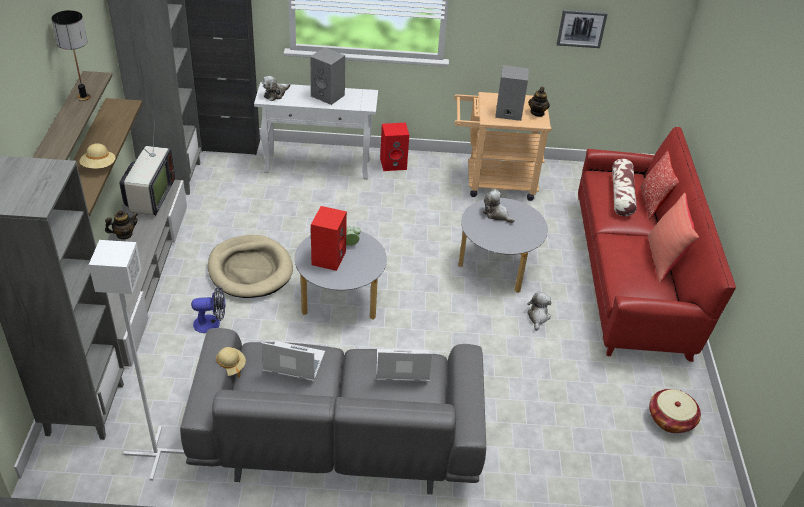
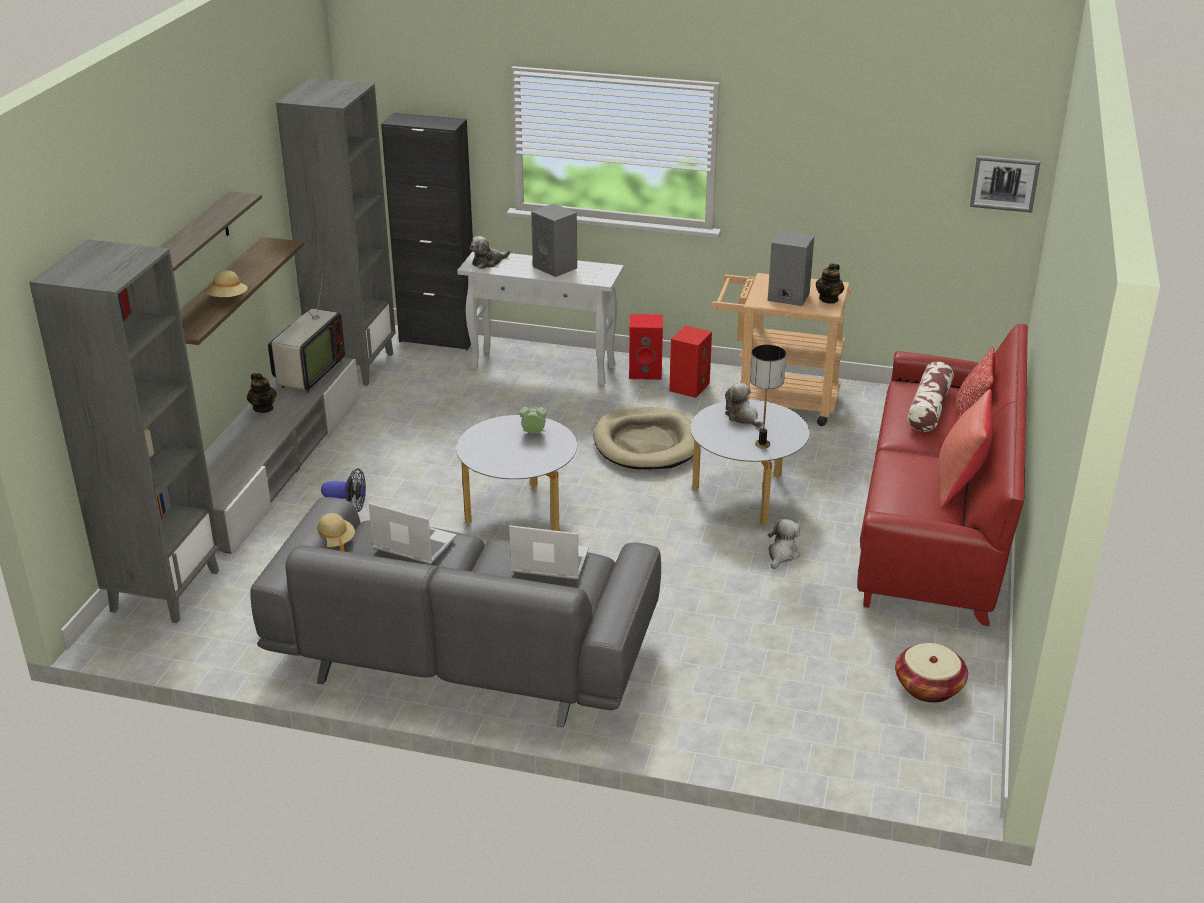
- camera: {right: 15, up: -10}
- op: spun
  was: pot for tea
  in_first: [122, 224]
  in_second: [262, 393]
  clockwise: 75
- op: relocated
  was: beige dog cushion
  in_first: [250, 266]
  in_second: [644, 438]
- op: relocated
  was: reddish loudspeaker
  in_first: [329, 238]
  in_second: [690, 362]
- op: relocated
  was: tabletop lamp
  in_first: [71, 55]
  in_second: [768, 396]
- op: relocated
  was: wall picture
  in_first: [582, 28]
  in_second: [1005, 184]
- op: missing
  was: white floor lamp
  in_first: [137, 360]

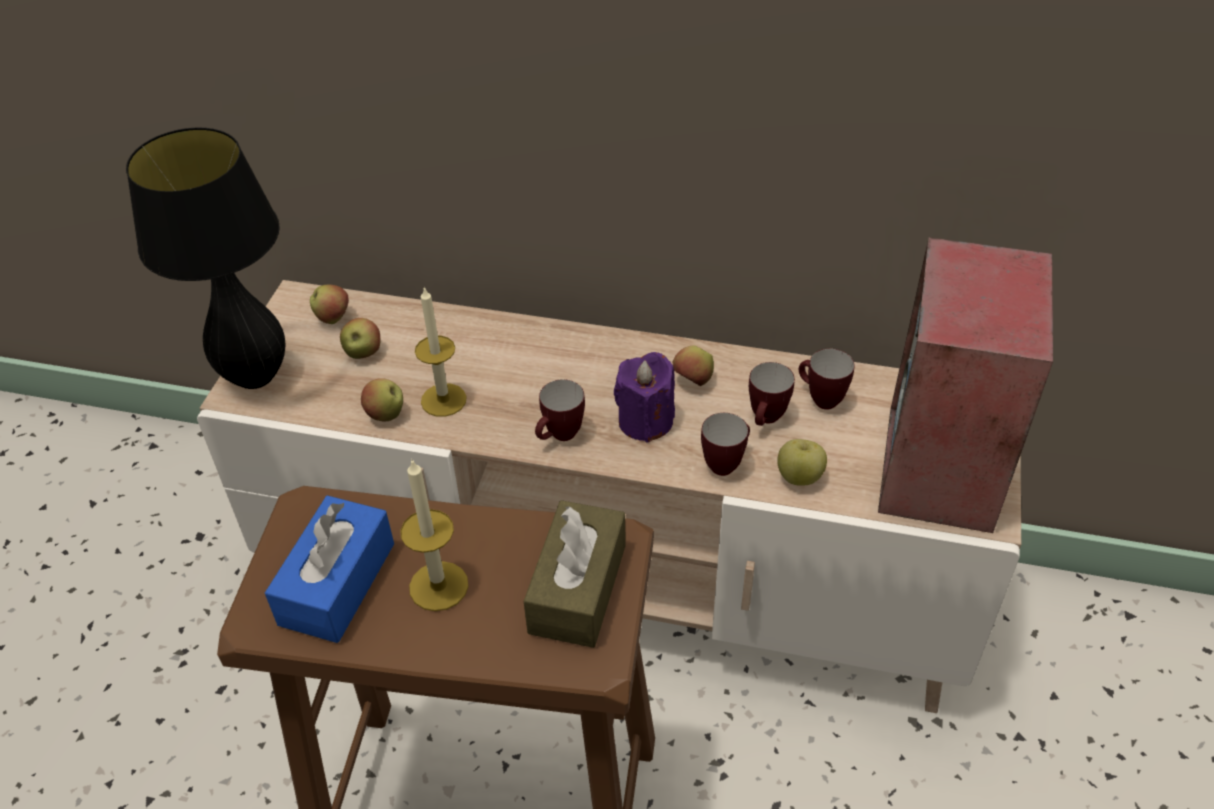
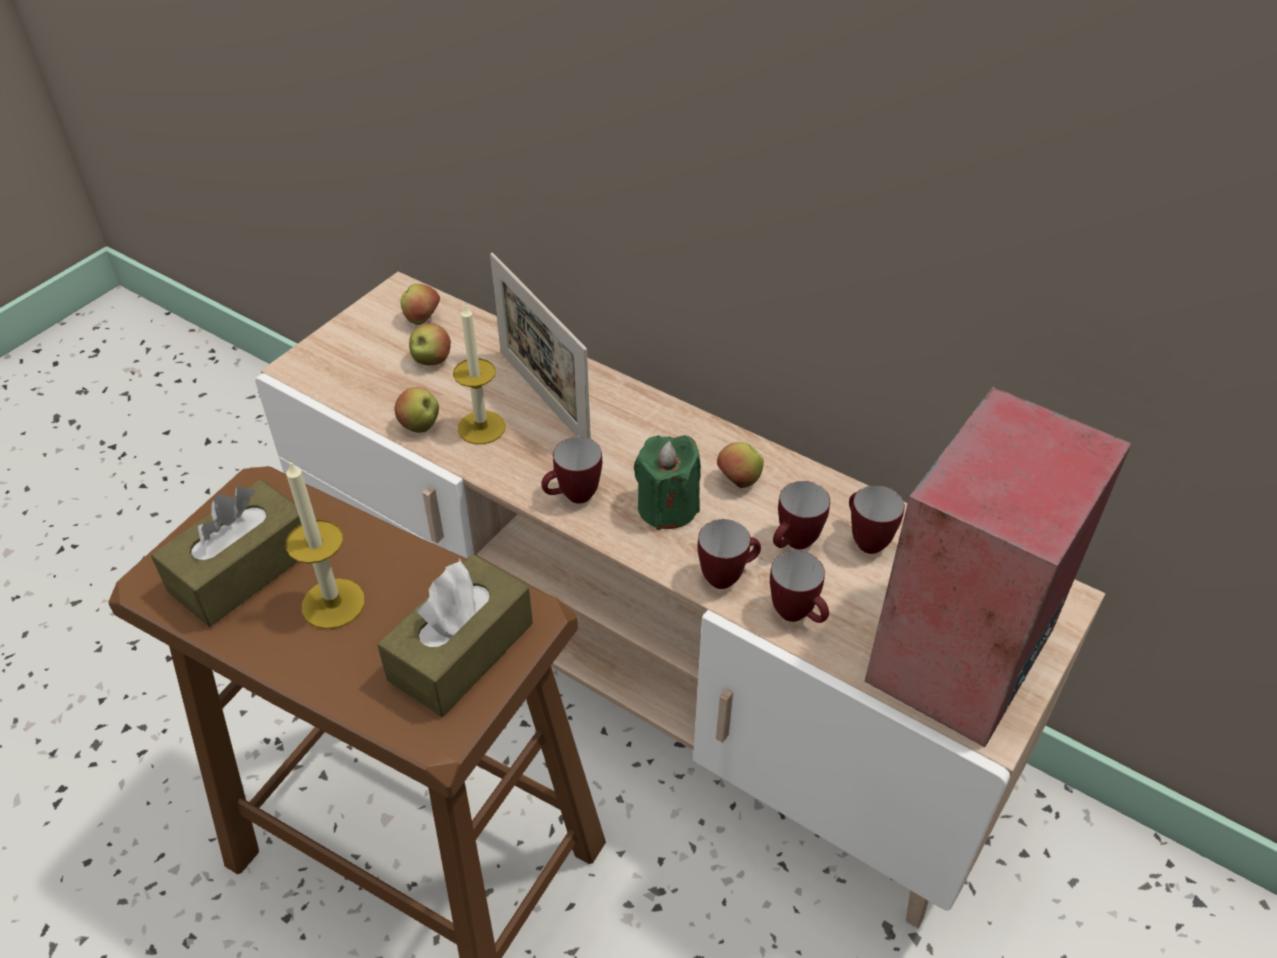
- camera: {right: 20, up: 0}
- op: colour
  was: blue-coloured tissue holder
  now: brownish tissue holder
  in_first: [329, 569]
  in_second: [226, 553]
- op: appeared
  now: standing frame
  in_second: [540, 346]
- op: colour
  was: purplish wax candle
  now: green-coloured wax candle
  in_first: [644, 397]
  in_second: [667, 482]
- op: exchanged
  was: apple fruit
  now: tea mug
  in_first: [802, 462]
  in_second: [799, 587]
- op: missing
  was: black-coloured tabletop lamp
  in_first: [206, 258]

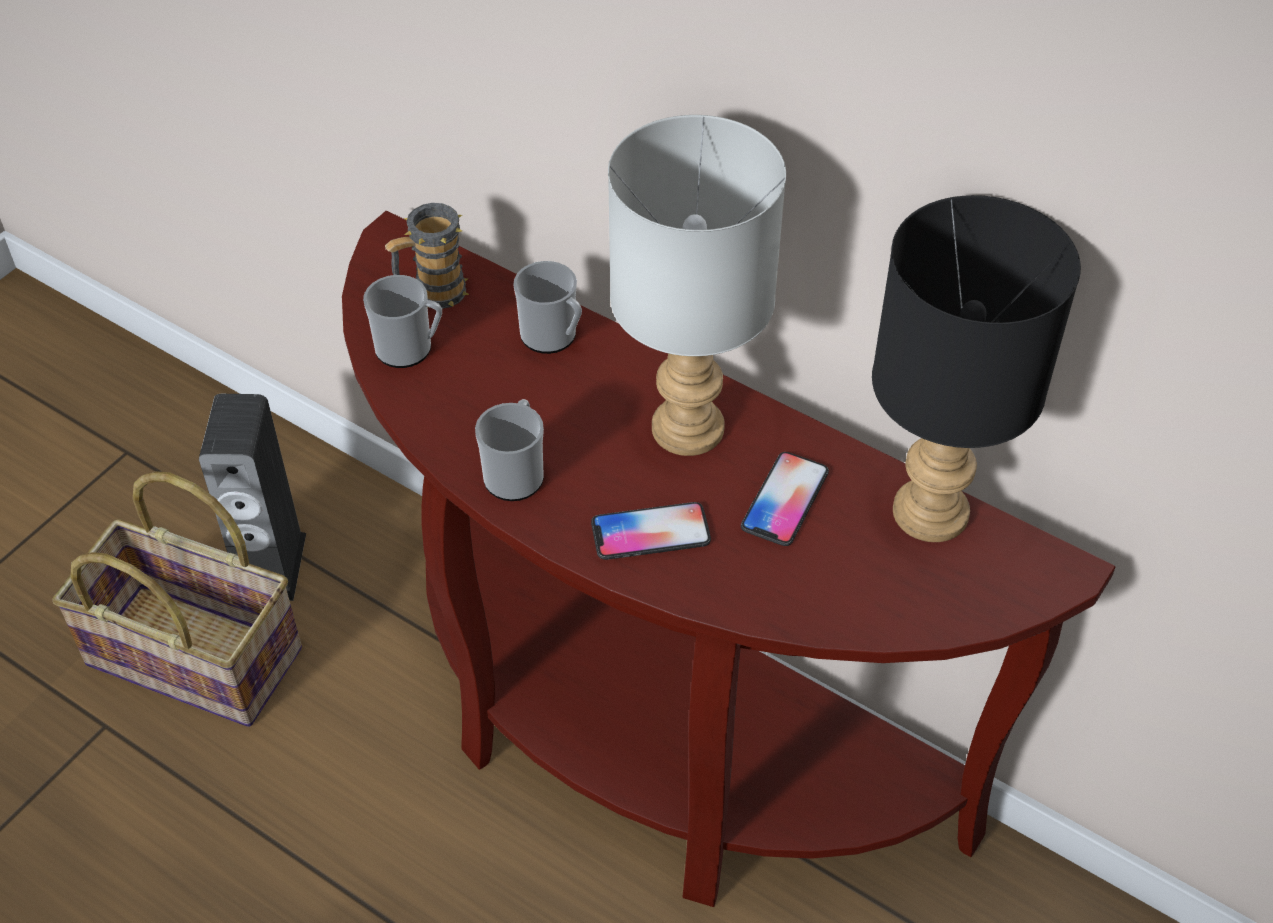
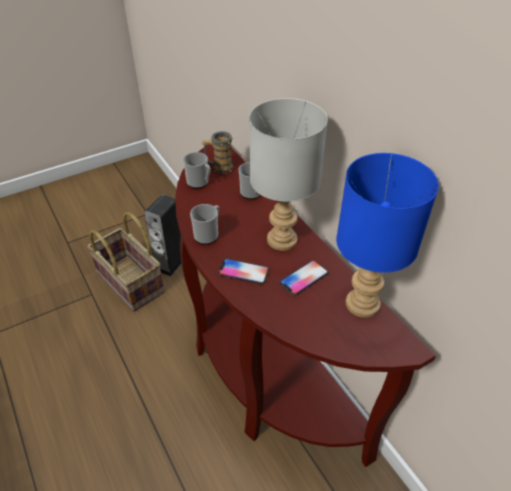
- camera: {right: 25, up: -5}
- op: colour
  was: black-coloured tabletop lamp
  now: blue-coloured tabletop lamp
  in_first: [976, 368]
  in_second: [387, 235]

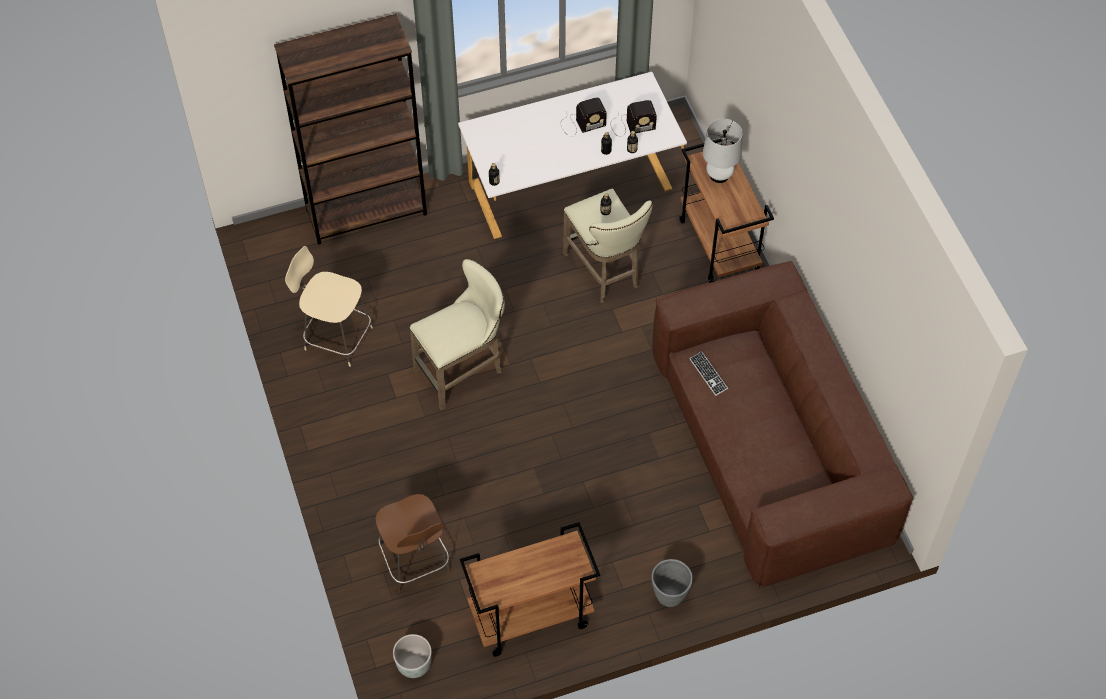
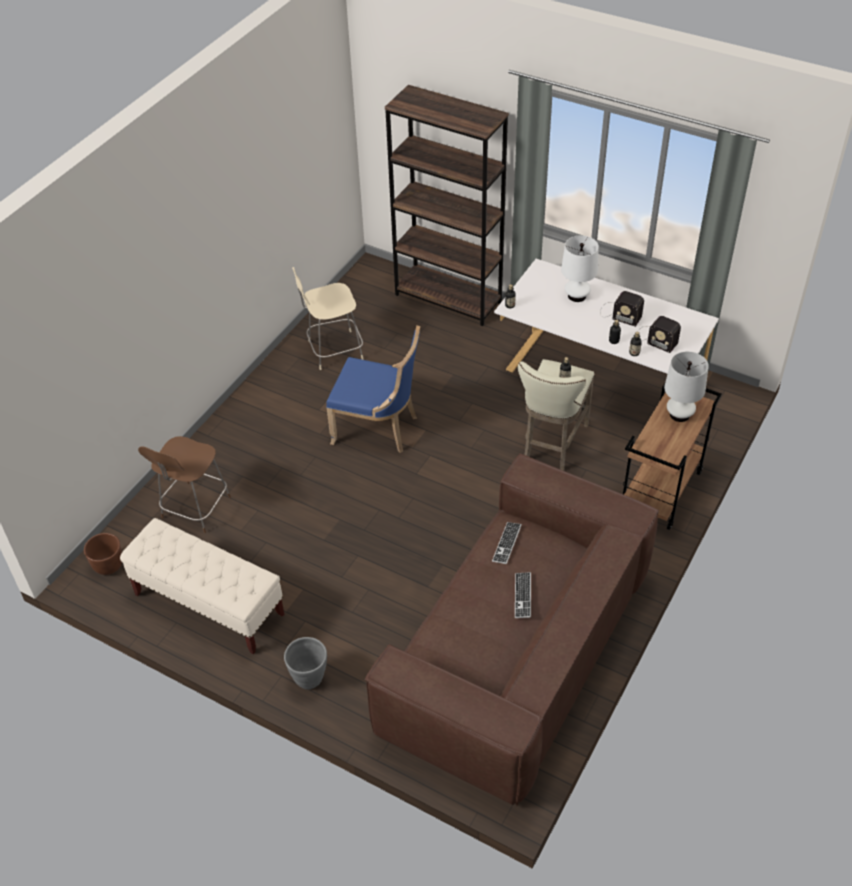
- camera: {right: 50, up: -10}
- op: colour
  was: greyish plant pot
  now: brownish plant pot
  in_first: [412, 656]
  in_second: [103, 554]
- op: exchanged
  was: brownish trolley
  now: beige bench
  in_first: [530, 589]
  in_second: [202, 586]
- op: spun
  was: beige upright chair
  in_first: [329, 306]
  in_second: [327, 318]
  clockwise: -90
- op: exchanged
  was: beige sitting stool
  now: blue-coloured upright chair
  in_first: [457, 334]
  in_second: [373, 389]
- op: appeared
  now: computer keyboard
  in_second: [523, 595]
- op: appeared
  now: white tabletop lamp
  in_second: [580, 268]

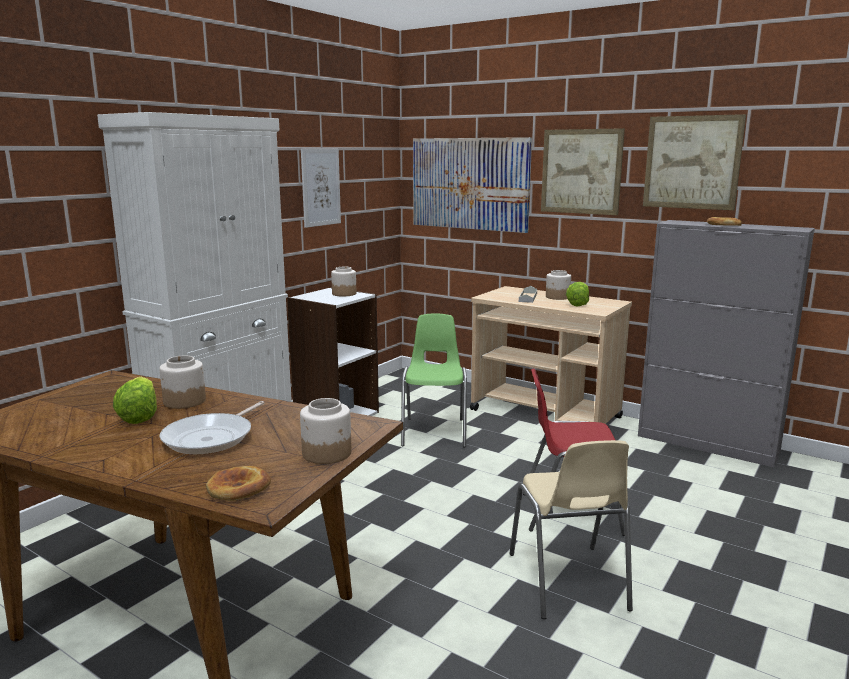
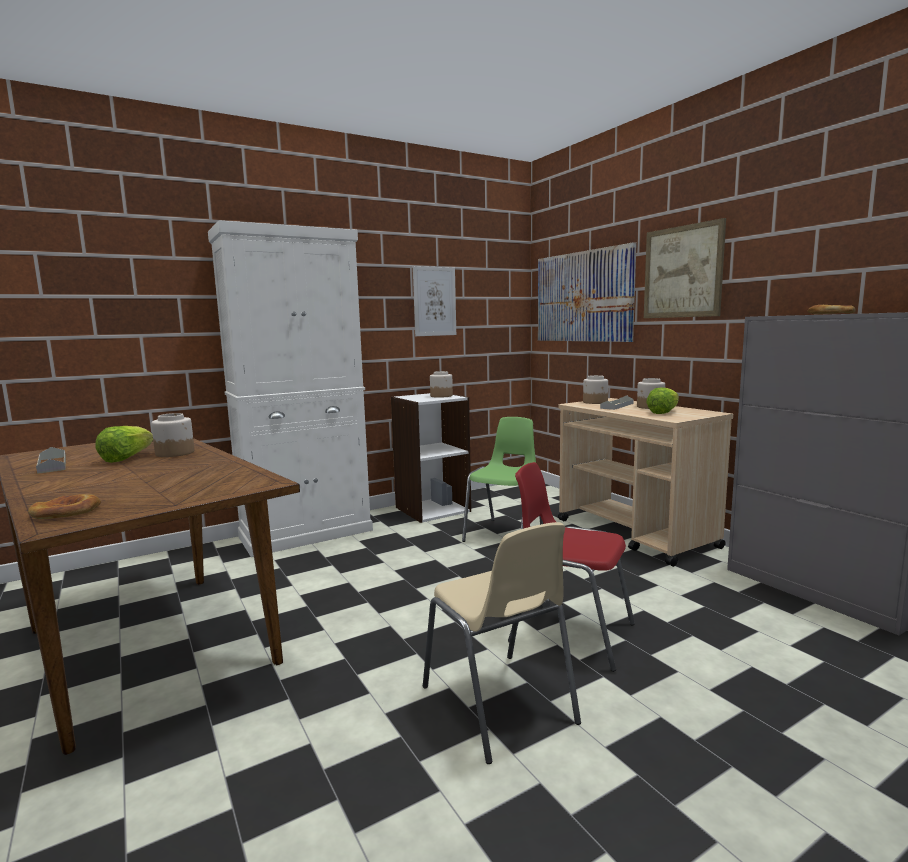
- camera: {right: 25, up: -5}
- op: appeared
  now: greyish carrying tray
  in_second: [51, 460]
- op: spun
  was: beige upright chair
  in_first: [571, 529]
  in_second: [502, 643]
  clockwise: -45
- op: relocated
  was: preserve jar
  in_first: [325, 431]
  in_second: [595, 389]
- op: missing
  was: pan
  in_first: [212, 428]
- op: missing
  was: wall picture
  in_first: [694, 162]

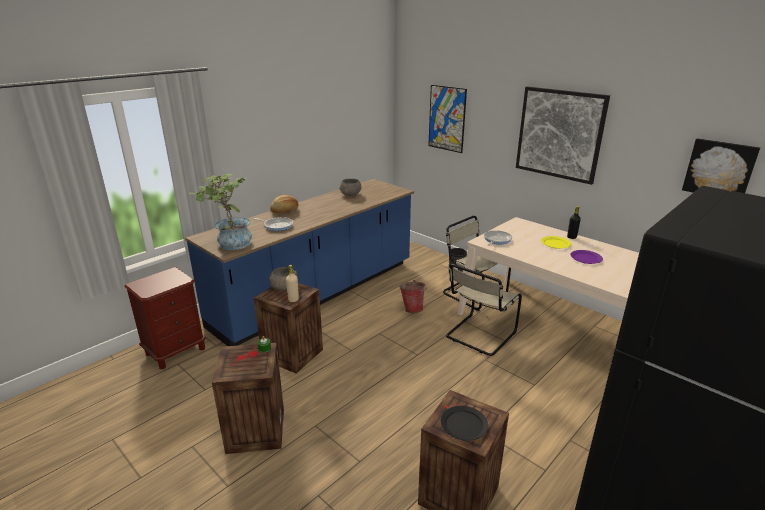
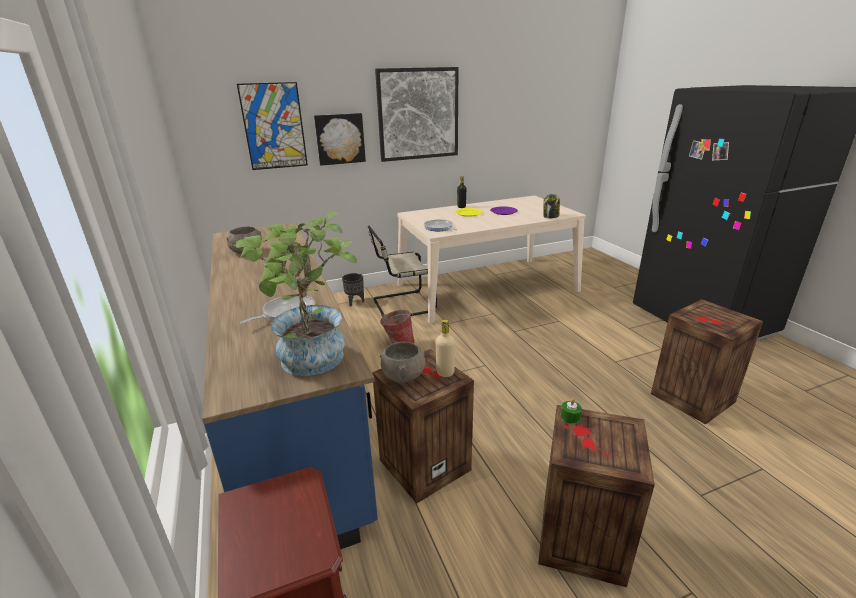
- camera: {right: -65, up: 0}
- op: relocated
  was: wall picture
  in_first: [721, 165]
  in_second: [340, 139]
- op: appeared
  now: preserve jar
  in_second: [552, 206]
- op: missing
  was: baked bread
  in_first: [284, 204]
- op: missing
  was: black-coloured flat dish
  in_first: [464, 423]
- op: missing
  was: beige upright chair
  in_first: [484, 310]

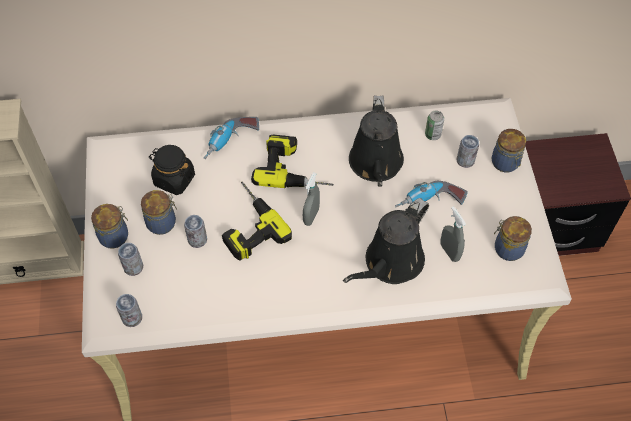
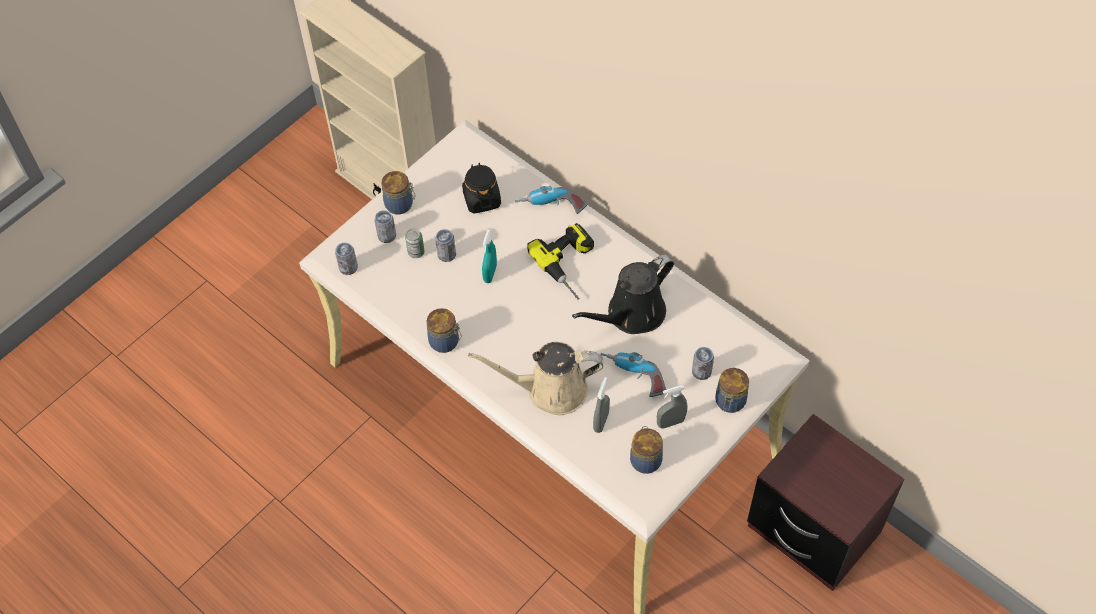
- camera: {right: 50, up: 0}
- op: relocated
  was: sealed can
  in_first: [434, 125]
  in_second: [415, 243]
- op: relocated
  was: preserve jar
  in_first: [159, 212]
  in_second: [444, 330]
- op: colour
  was: black-coloured watering pot
  now: beige watering pot
  in_first: [386, 241]
  in_second: [535, 378]
- op: exchanged
  was: power drill
  now: blue-green sprayer
  in_first: [257, 221]
  in_second: [489, 256]
- op: relocated
  was: greyish sprayer
  in_first: [311, 199]
  in_second: [672, 406]

